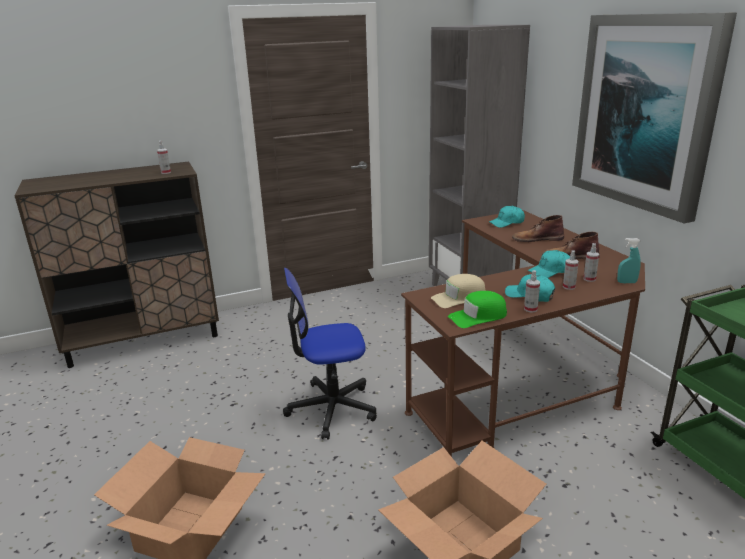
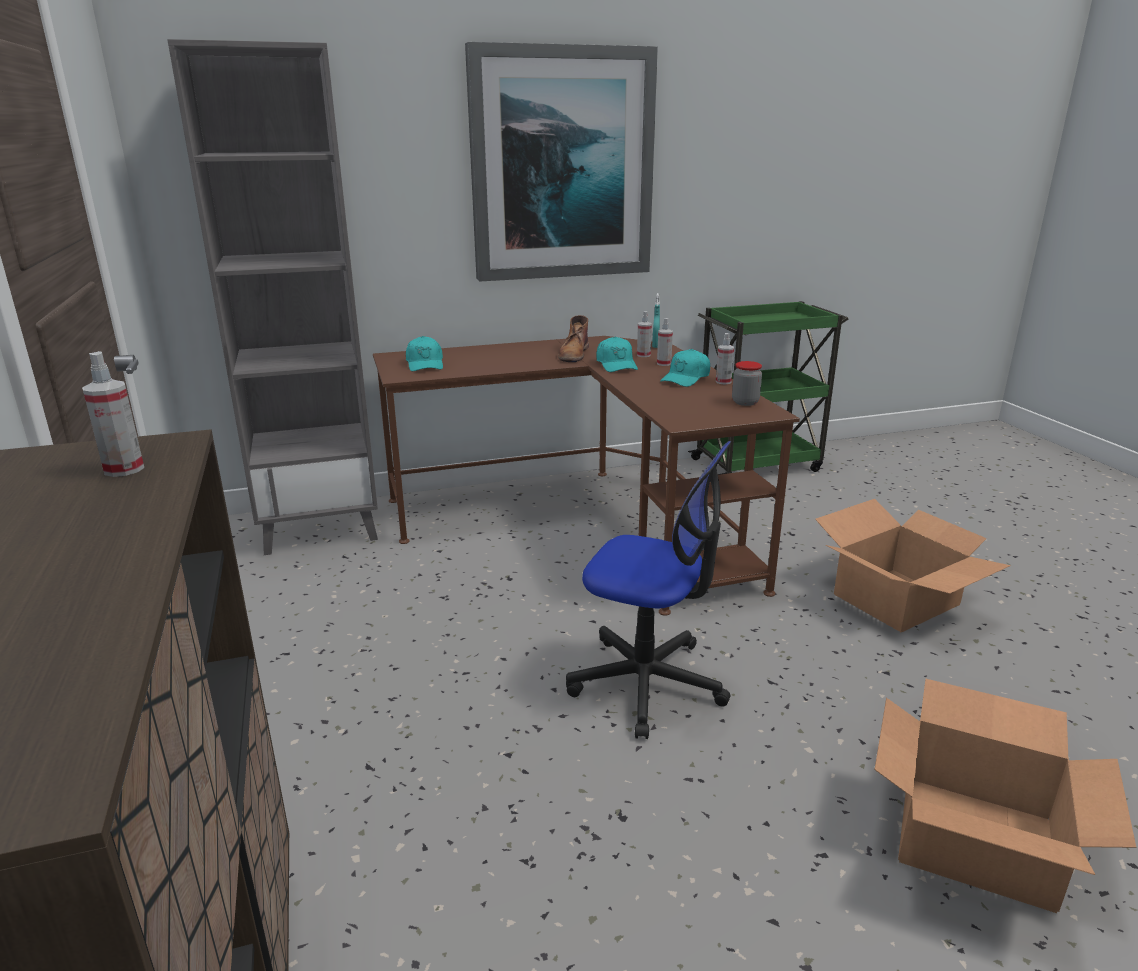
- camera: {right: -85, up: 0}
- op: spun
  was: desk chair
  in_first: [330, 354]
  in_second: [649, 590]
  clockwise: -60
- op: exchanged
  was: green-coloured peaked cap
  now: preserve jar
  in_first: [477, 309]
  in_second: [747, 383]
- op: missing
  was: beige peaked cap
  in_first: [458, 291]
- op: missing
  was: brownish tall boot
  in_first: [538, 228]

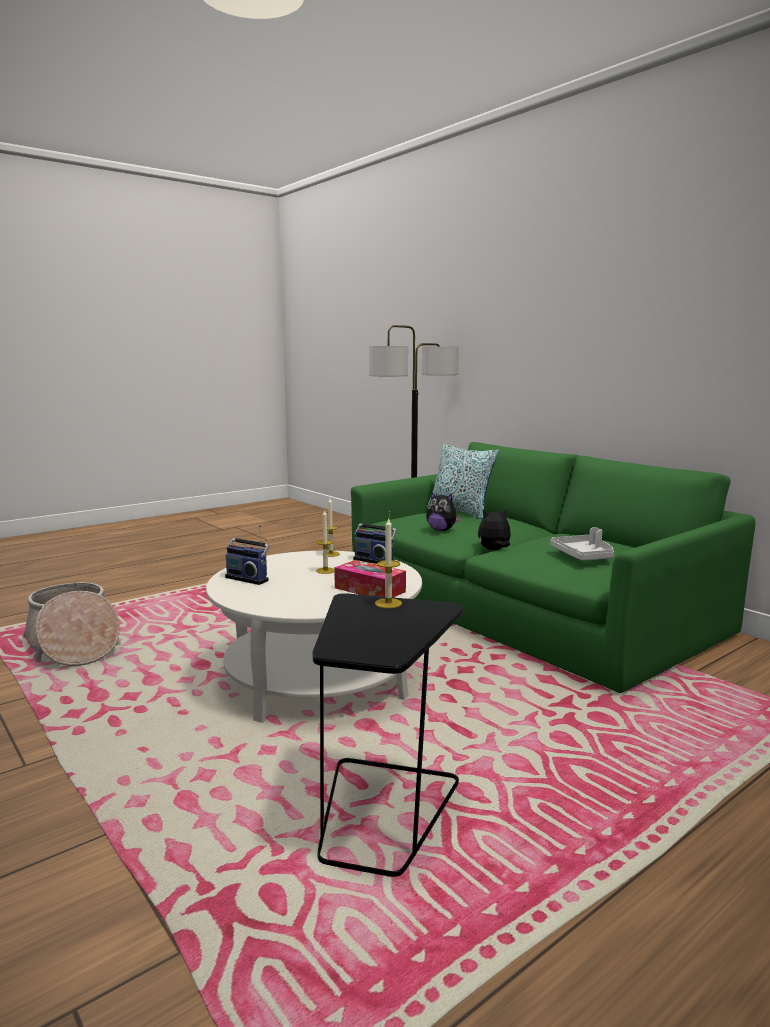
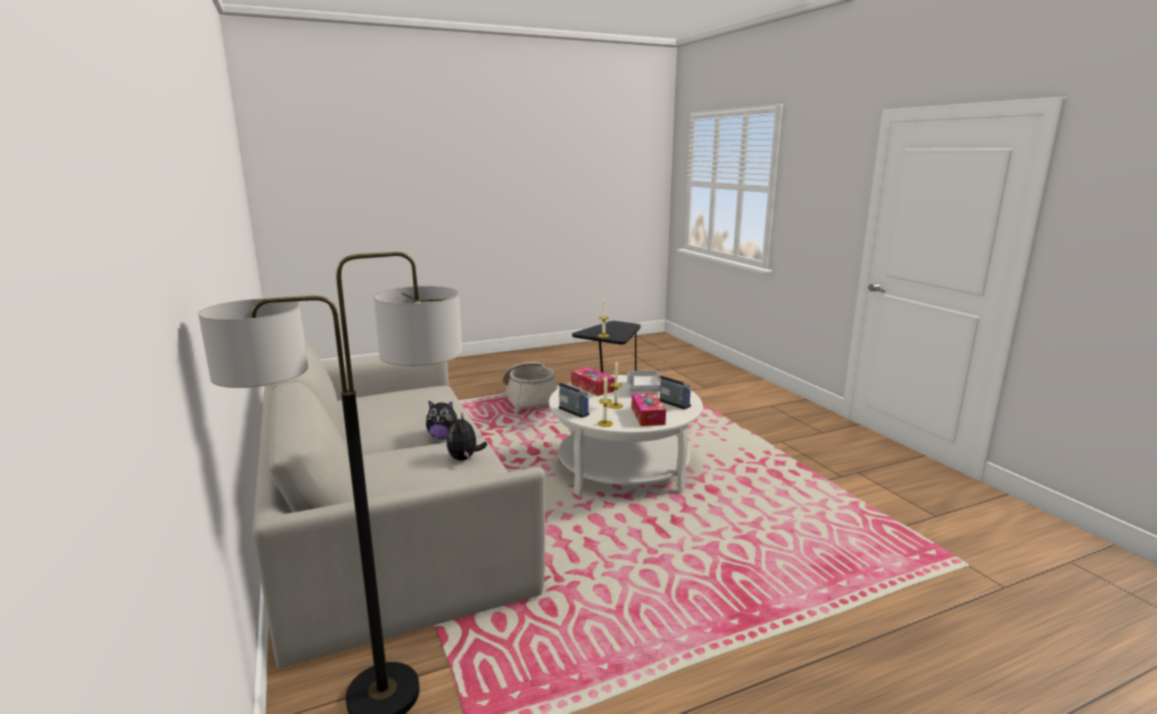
- camera: {right: -165, up: 5}
- op: colour
  was: green-coloured sofa
  now: greyish sofa
  in_first: [553, 567]
  in_second: [398, 505]
- op: spun
  was: cuddly toy
  in_first: [443, 511]
  in_second: [467, 436]
  clockwise: -135
- op: relocated
  was: household basket
  in_first: [72, 624]
  in_second: [529, 388]
- op: relocated
  was: greyish carrying tray
  in_first: [582, 543]
  in_second: [644, 381]
- op: appeared
  now: tissue holder
  in_second: [648, 409]
- op: missing
  was: throw pillow
  in_first: [463, 481]

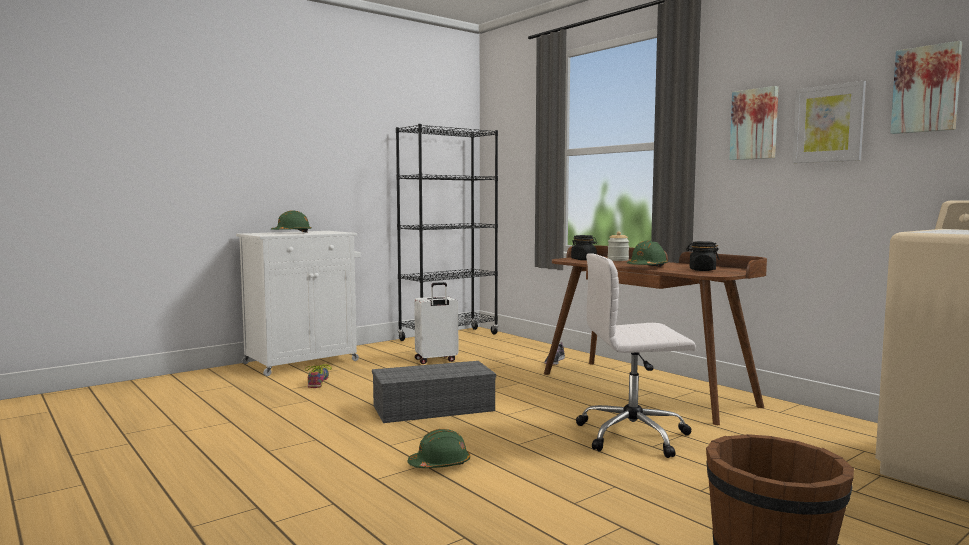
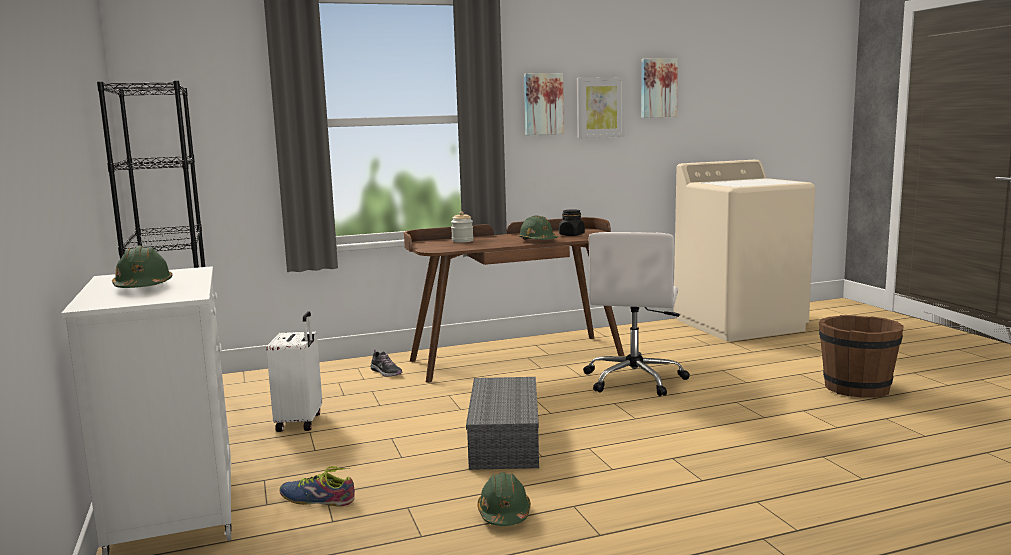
- camera: {right: -70, up: 5}
- op: relocated
  was: green-coloured work helmet
  in_first: [439, 448]
  in_second: [504, 499]
- op: missing
  was: black-coloured preserve jar
  in_first: [584, 247]

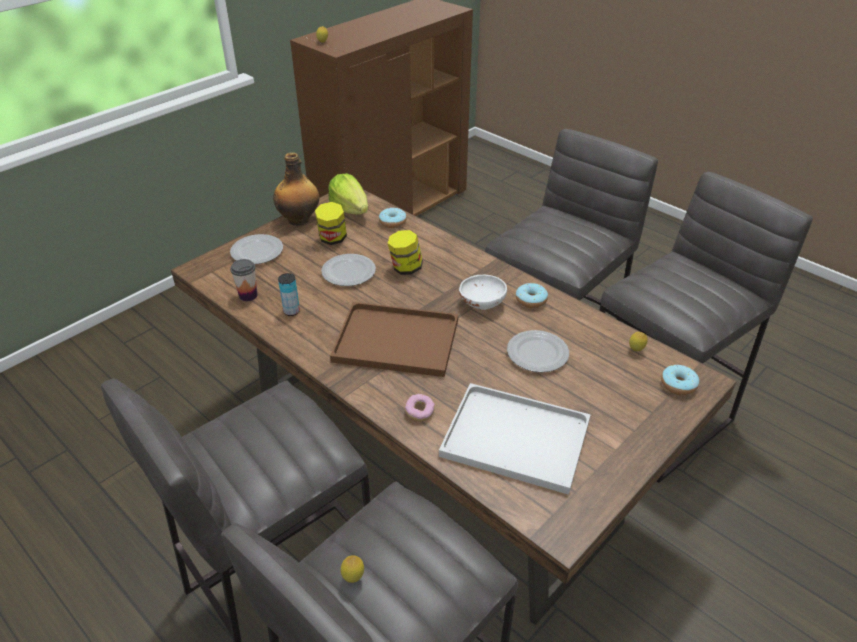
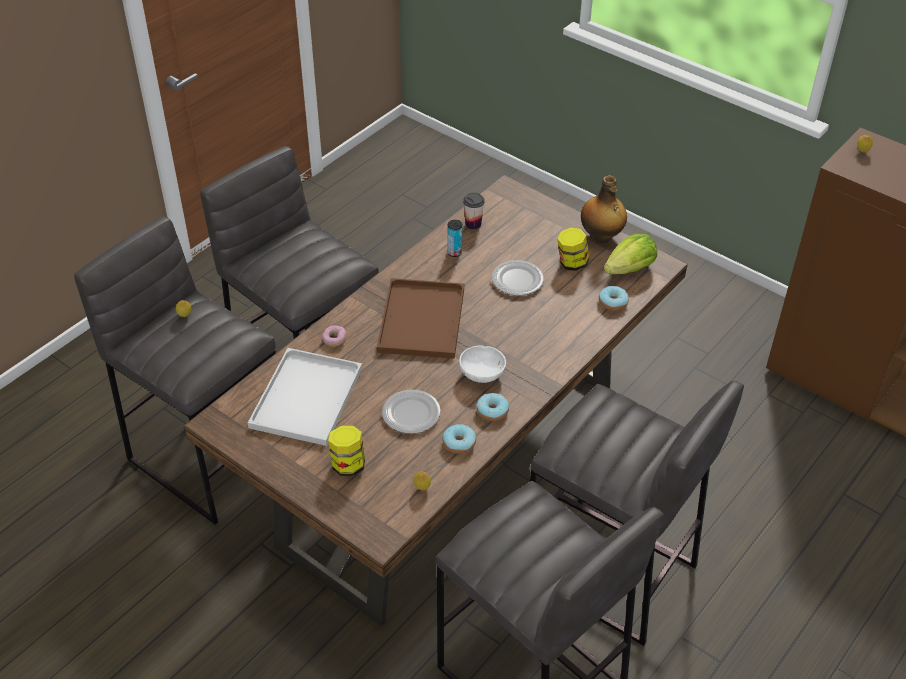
- camera: {right: 85, up: 5}
- op: relocated
  was: preserve jar
  in_first: [405, 252]
  in_second: [346, 451]
- op: relocated
  was: doughnut
  in_first: [680, 380]
  in_second: [459, 439]
- op: missing
  was: flat dish
  in_first: [256, 249]

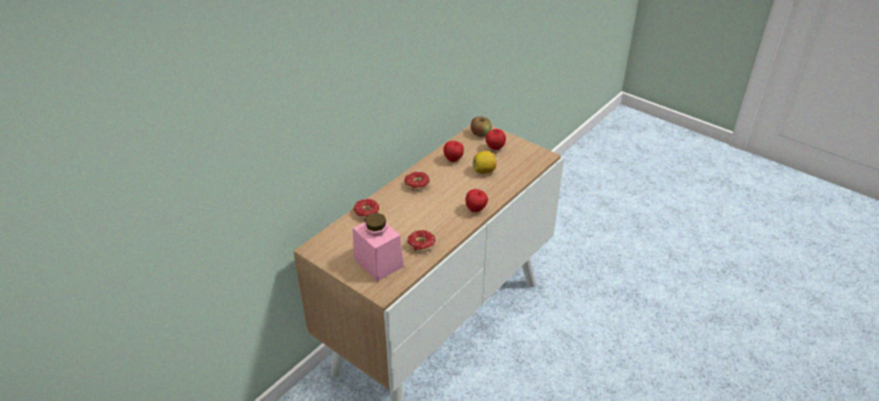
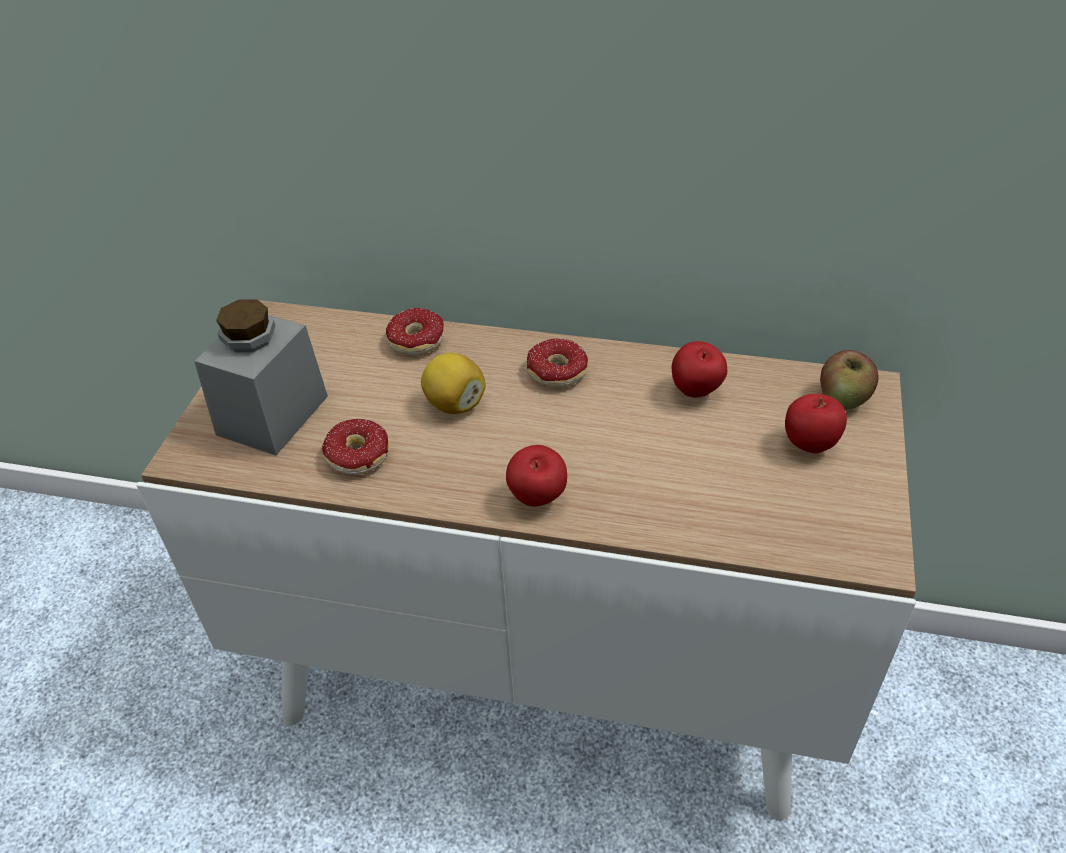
- camera: {right: 65, up: 5}
- op: colour
  was: pink preserve jar
  now: greyish preserve jar
  in_first: [378, 247]
  in_second: [261, 377]
- op: relocated
  was: lemon
  in_first: [484, 162]
  in_second: [453, 383]

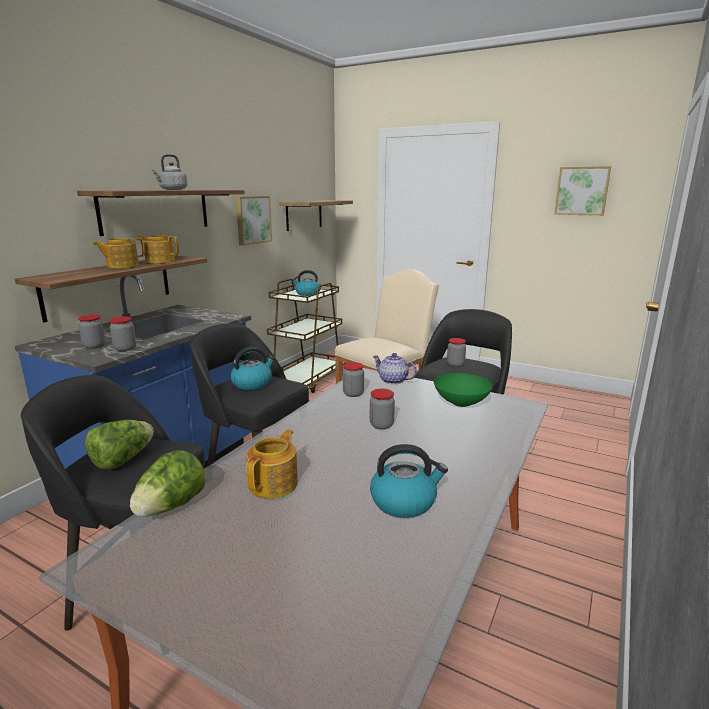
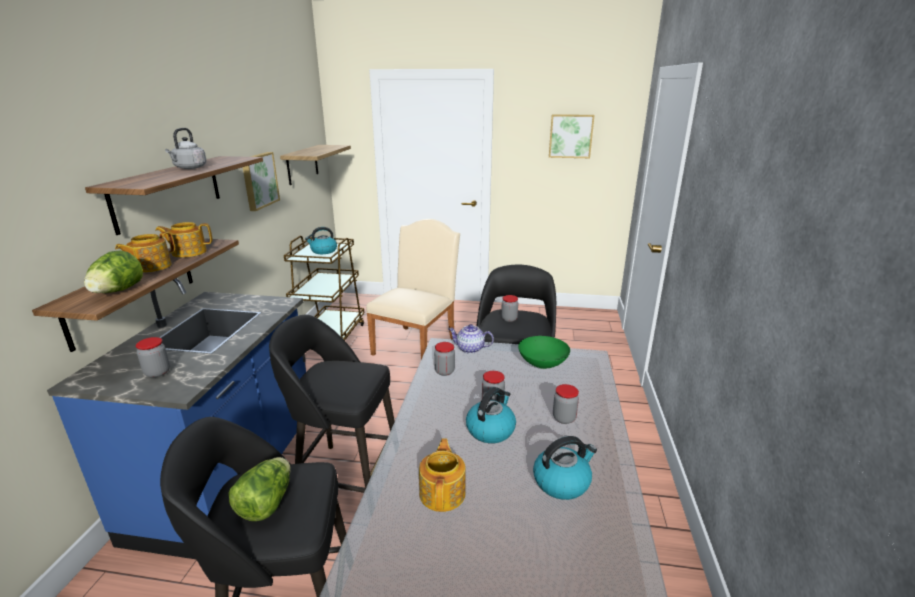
- camera: {right: -20, up: 5}
- op: relocated
  was: head of lettuce
  in_first: [168, 483]
  in_second: [113, 271]
- op: relocated
  was: kettle
  in_first: [252, 368]
  in_second: [491, 415]
- op: relocated
  was: preserve jar
  in_first: [122, 334]
  in_second: [566, 404]

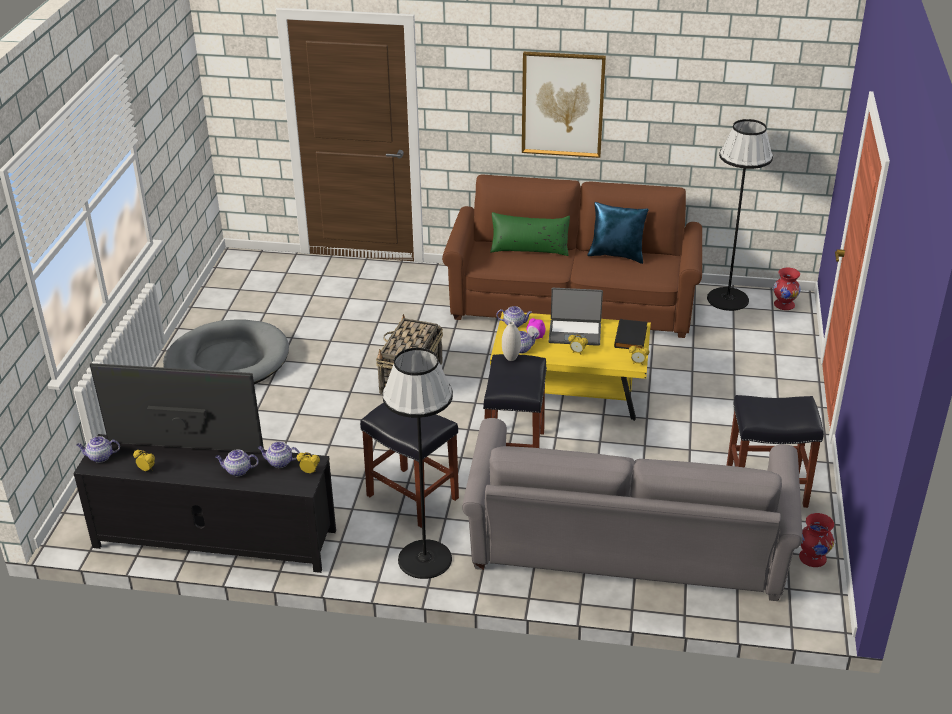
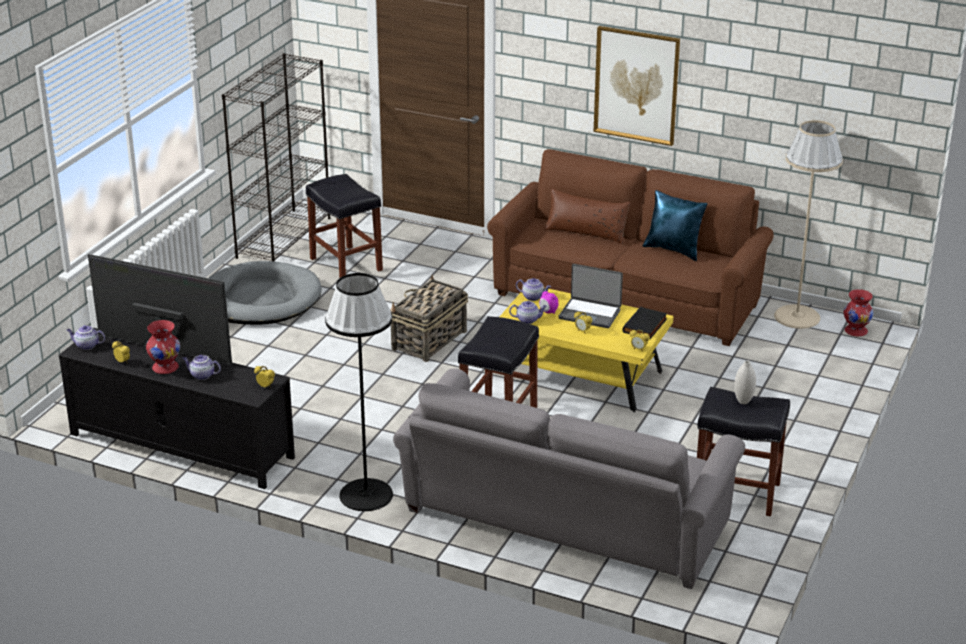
- camera: {right: 15, up: -5}
- op: relocated
  was: reddish vase
  in_first: [816, 540]
  in_second: [163, 347]
- op: appeared
  now: black-coloured bookshelf
  in_second: [276, 157]
- op: relocated
  was: black-coloured sitting stool
  in_first: [409, 465]
  in_second: [344, 226]
- op: colour
  was: green-coloured throw pillow
  now: brownish throw pillow
  in_first: [530, 234]
  in_second: [587, 216]
- op: relocated
  was: white vase
  in_first: [511, 341]
  in_second: [745, 382]
- op: colour
  was: black-coloured floor lamp
  now: beige floor lamp
  in_first: [740, 215]
  in_second: [808, 224]
- op: missing
  was: pot for tea
  in_first: [279, 454]

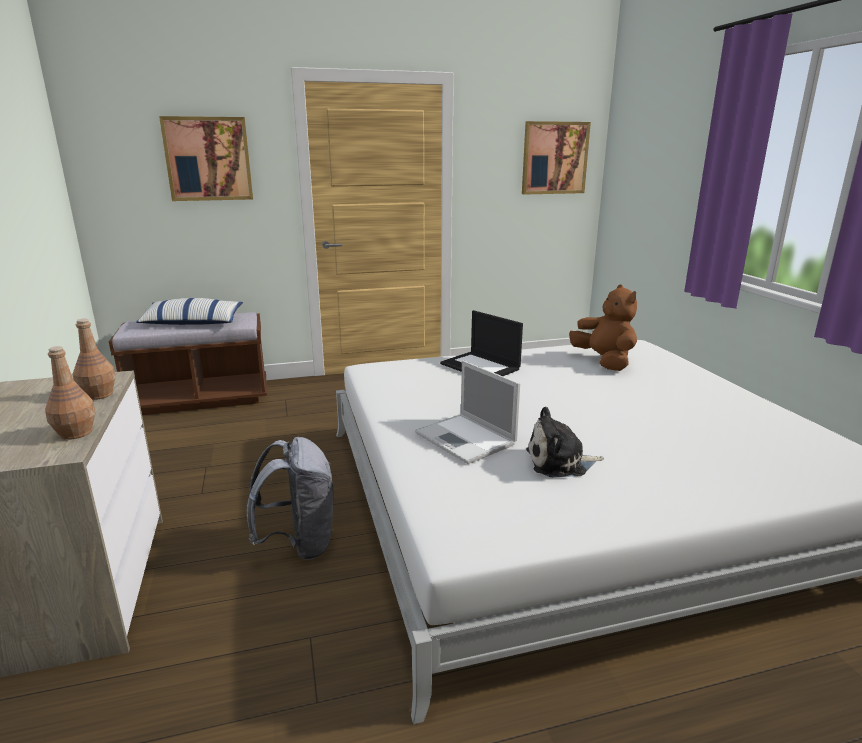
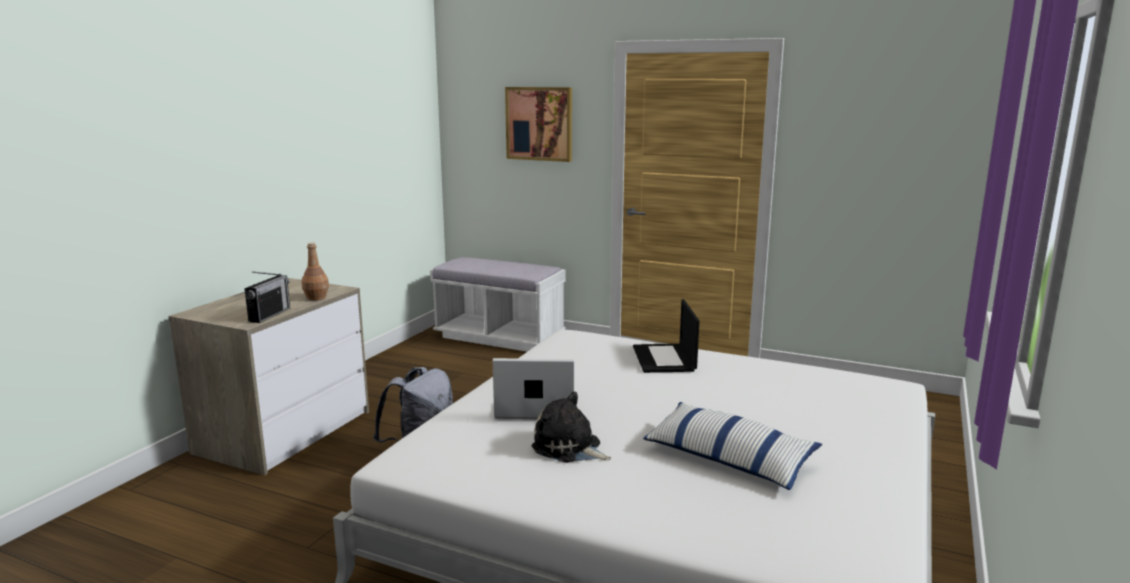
- camera: {right: 40, up: -5}
- op: exchanged
  was: brownish beverage bottle
  now: radio set
  in_first: [70, 393]
  in_second: [267, 297]
- op: colour
  was: brownish bench
  now: white bench
  in_first: [188, 363]
  in_second: [498, 304]
- op: spun
  was: notebook computer
  in_first: [467, 412]
  in_second: [533, 388]
  clockwise: 90
- op: relocated
  was: throw pillow
  in_first: [189, 311]
  in_second: [732, 446]
- op: missing
  was: wall picture
  in_first: [556, 158]
- op: missing
  was: brownish cuddly toy
  in_first: [603, 327]

